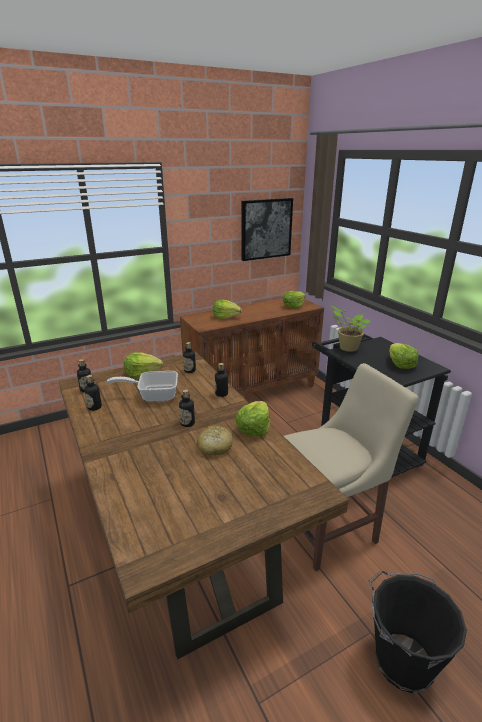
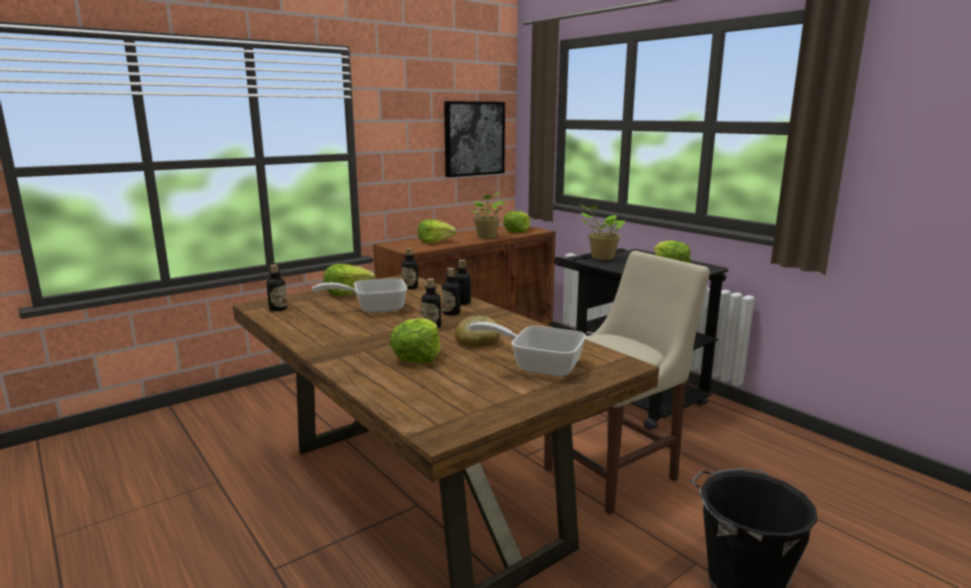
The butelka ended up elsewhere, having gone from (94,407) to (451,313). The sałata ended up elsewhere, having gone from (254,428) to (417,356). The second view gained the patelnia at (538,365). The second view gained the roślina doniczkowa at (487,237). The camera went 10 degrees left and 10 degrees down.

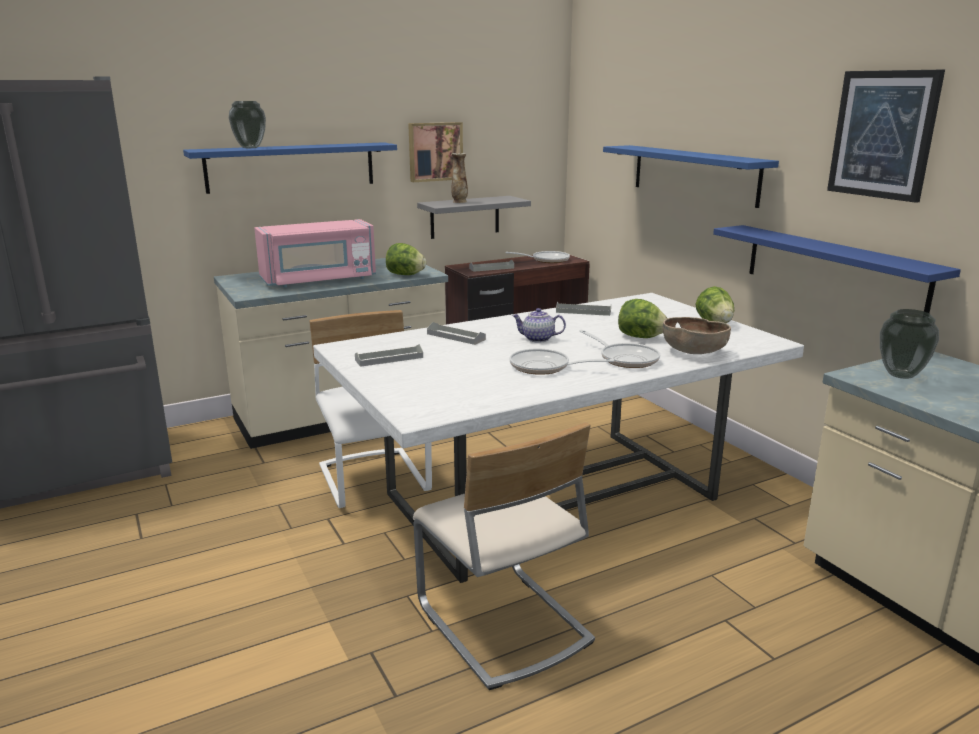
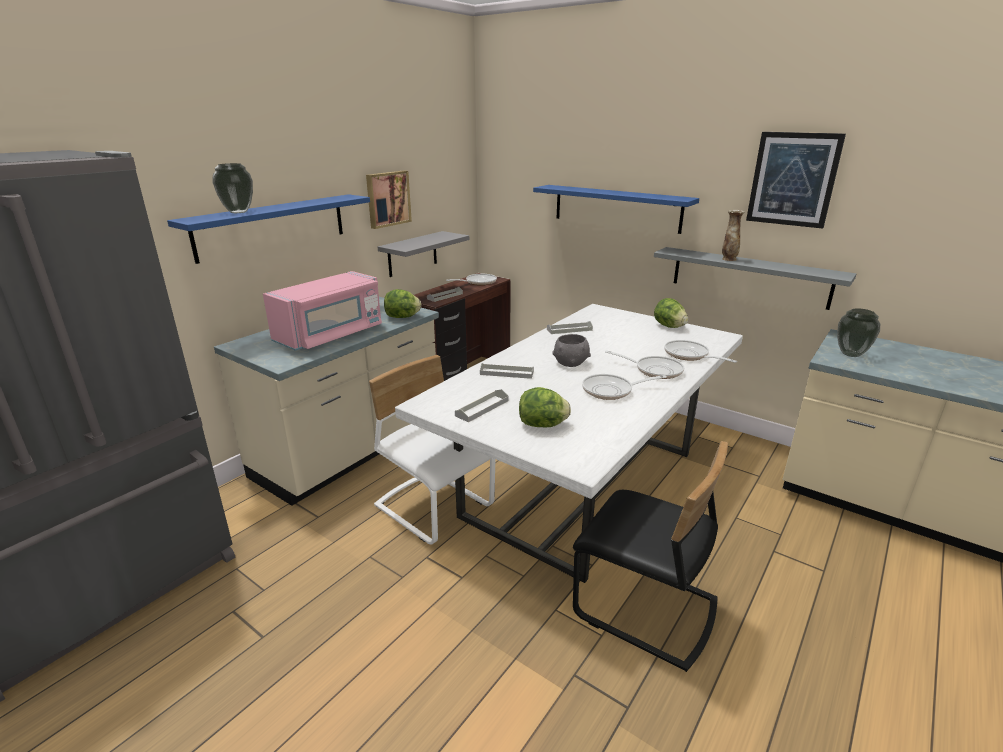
What was the krzesło [beżowy] at (502,624) turned into the krzesło [czarny] at (645,609). The wazon ended up elsewhere, having gone from (459,202) to (728,259). Where the imbryk stood at (537,339), the miska [szary] came to stand at (571,363). The sałata ended up elsewhere, having gone from (640,337) to (543,425). Where the miska [brązowy] stood at (693,352), the patelnia came to stand at (689,355). What was the półka [niebieski] at (833,269) turned into the półka [szary] at (749,277). The camera went 25 degrees left and 5 degrees up.

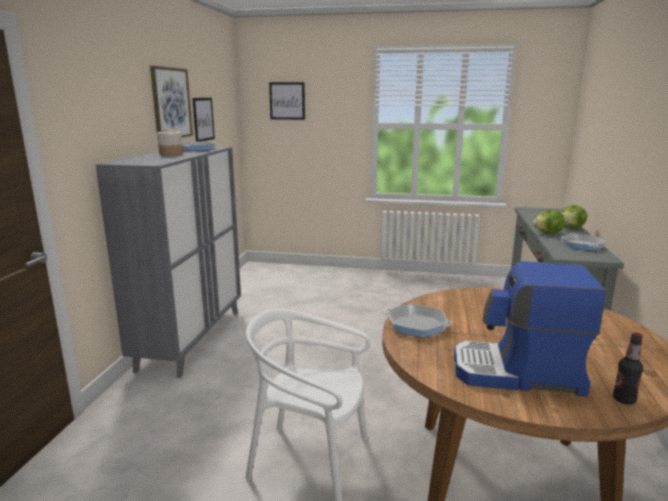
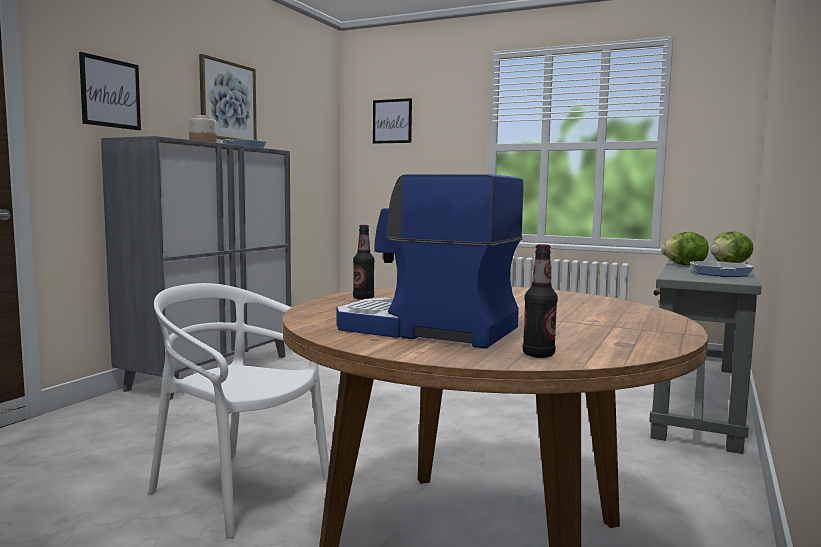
The obraz ended up elsewhere, having gone from (203,119) to (110,93). Where the patelnia stood at (417,325), the butelka came to stand at (363,298). The camera went 15 degrees right and 10 degrees down.

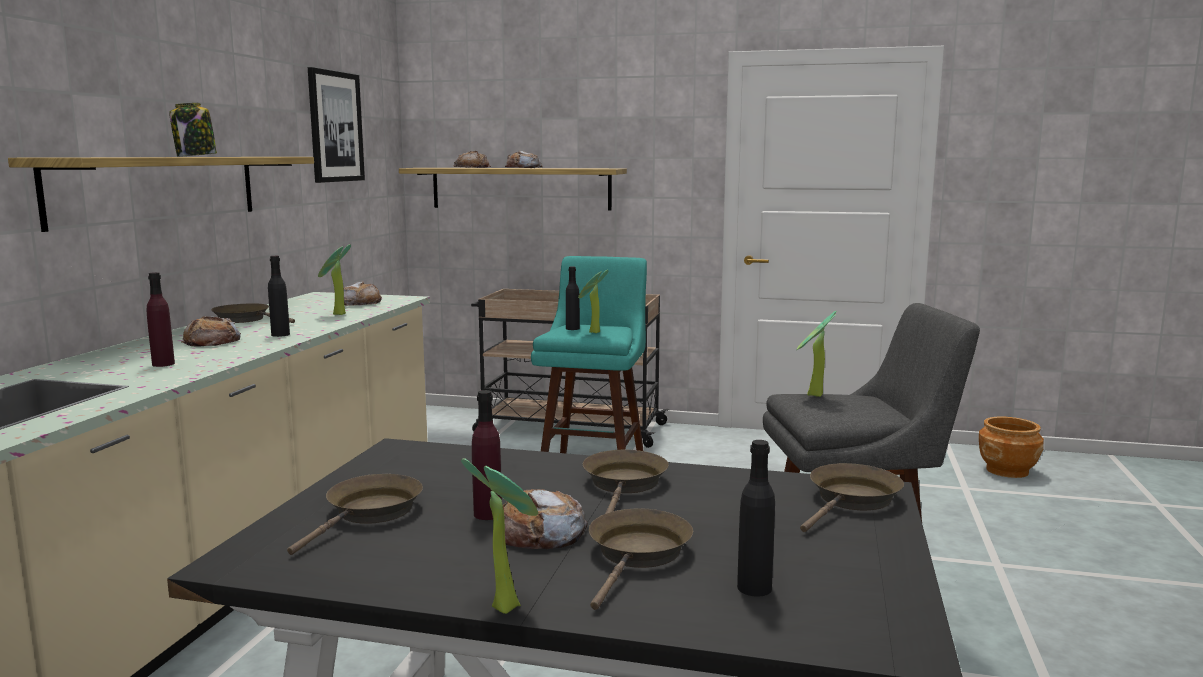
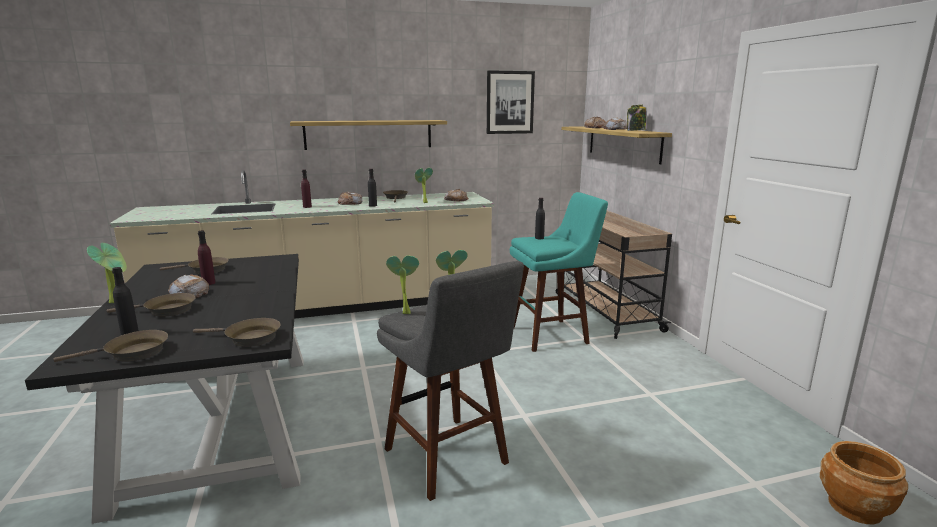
The słoik ended up elsewhere, having gone from (196,156) to (636,131). The roślina doniczkowa ended up elsewhere, having gone from (592,333) to (404,312). The patelnia [brązowy] ended up elsewhere, having gone from (625,485) to (132,353). The camera went 60 degrees right and 5 degrees up.

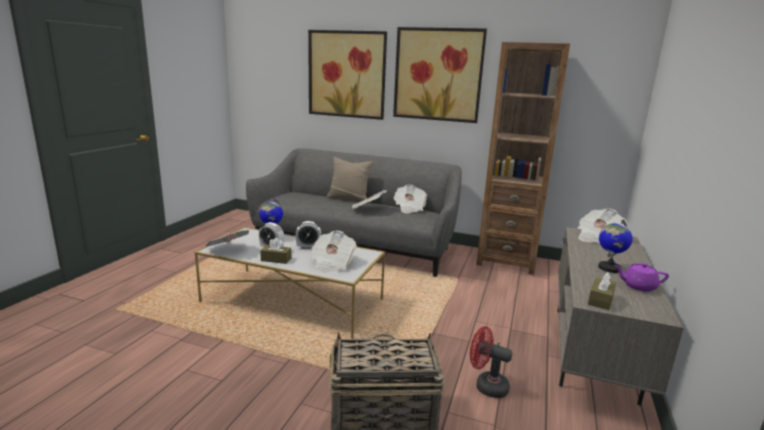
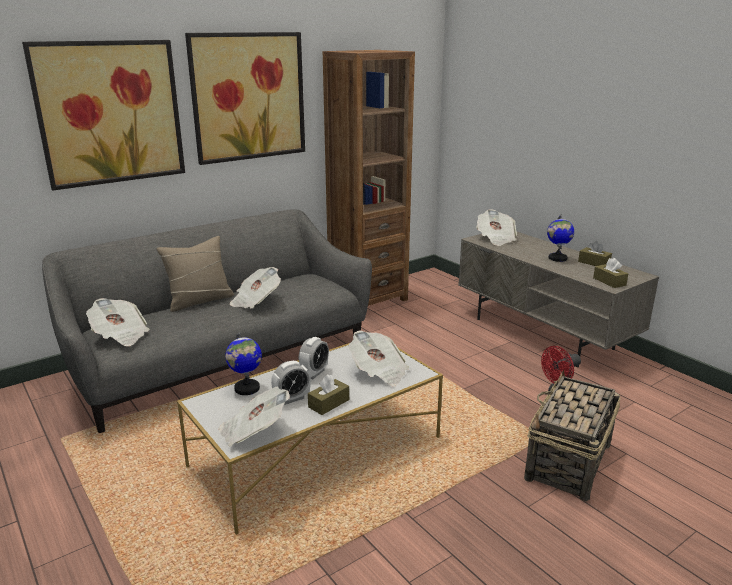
The gazeta ended up elsewhere, having gone from (409,208) to (120,335). Where the imbryk [fioletowy] stood at (638,286), the pudełko chusteczek [brązowy] came to stand at (594,263). The camera went 55 degrees left and 5 degrees up.

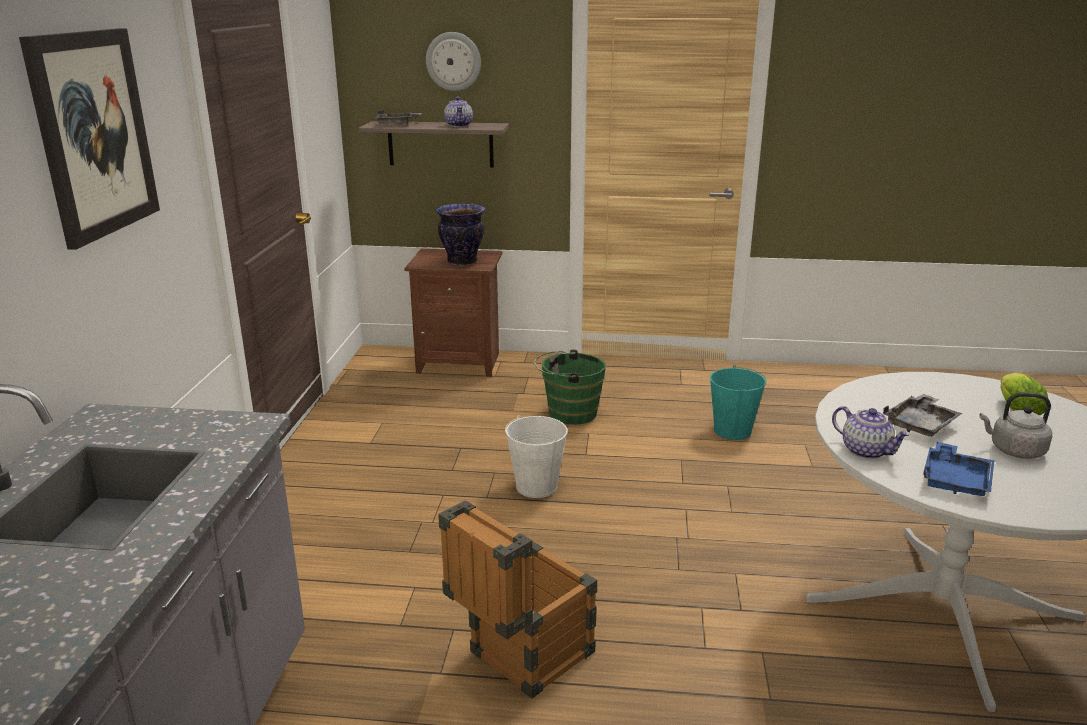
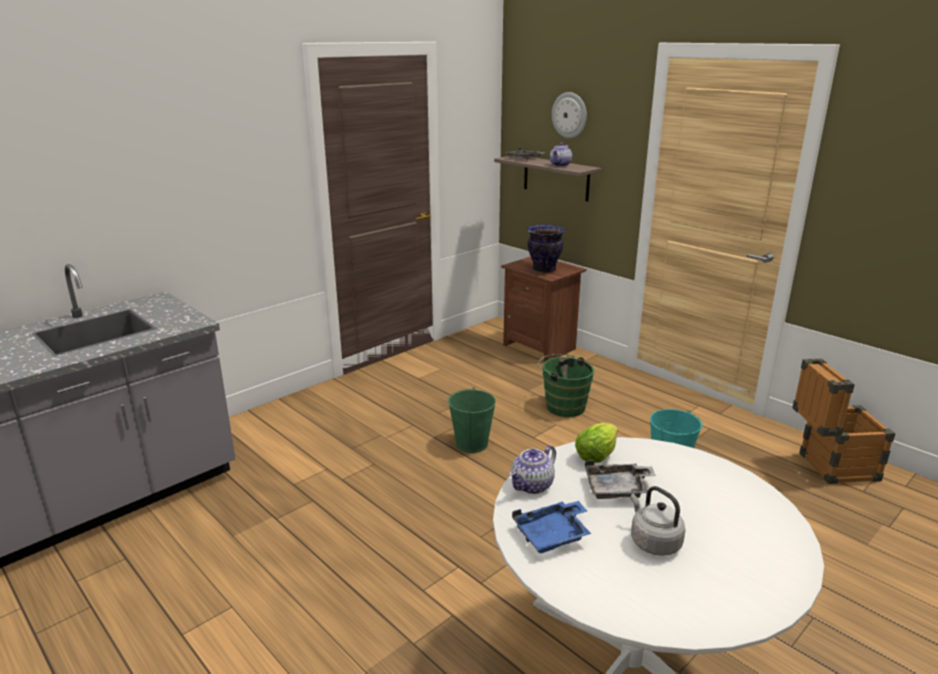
The second view lost the obraz at (94,134). The skrzynka ended up elsewhere, having gone from (520,659) to (829,467). What was the wiadro [biały] at (537,486) turned into the wiadro [zielony] at (472,444). The imbryk at (866,451) ended up facing another way, 45 degrees clockwise from before. The sałata ended up elsewhere, having gone from (1015,409) to (598,454). The camera went 40 degrees right and 0 degrees up.

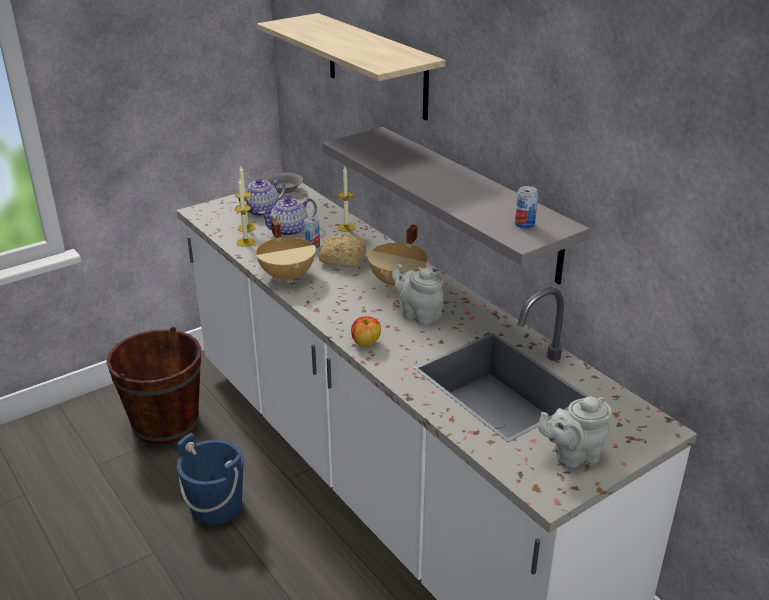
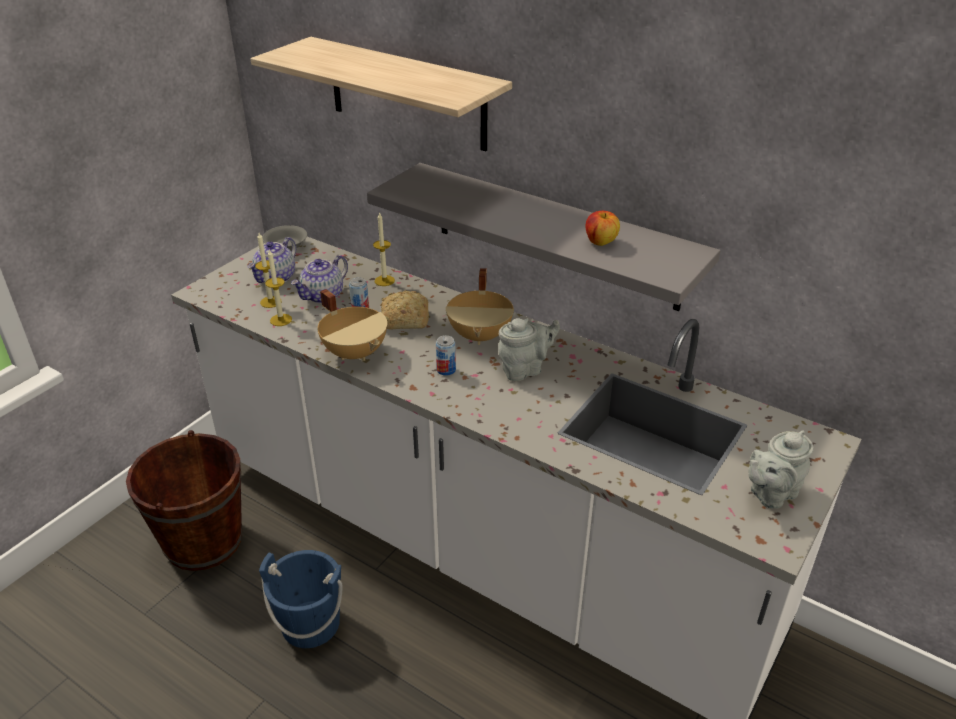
The jabłko ended up elsewhere, having gone from (366,342) to (600,242). The imbryk [szary] at (418,315) ended up facing another way, 135 degrees clockwise from before. The puszka ended up elsewhere, having gone from (524,224) to (446,370). The camera went 20 degrees left and 5 degrees up.

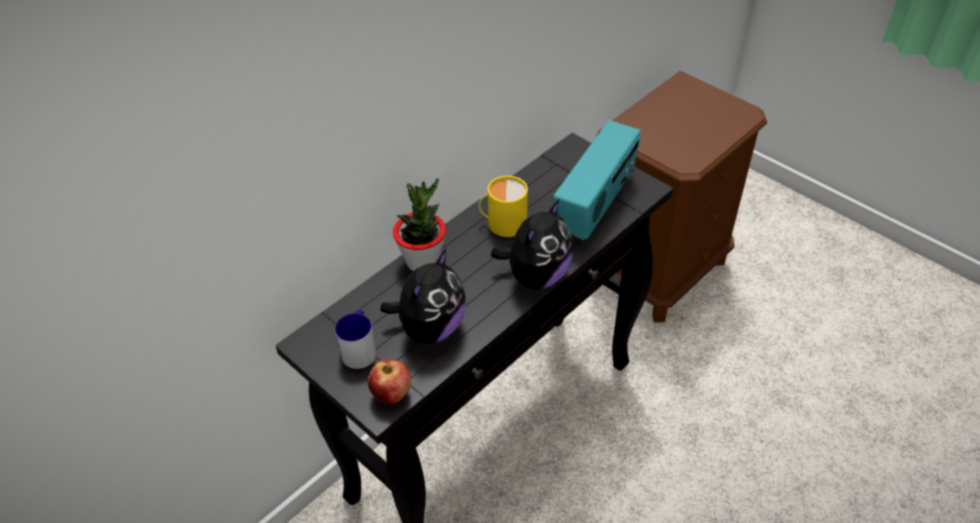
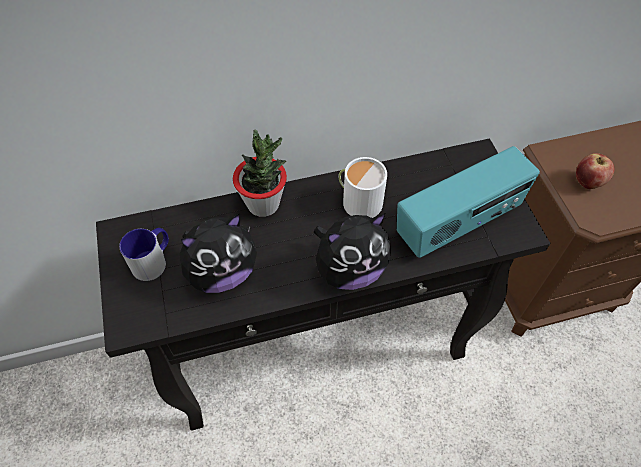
The jabłko ended up elsewhere, having gone from (392,394) to (587,182). What was the kubek [żółty] at (503,222) turned into the kubek [biały] at (359,200). The camera went 30 degrees right and 10 degrees up.

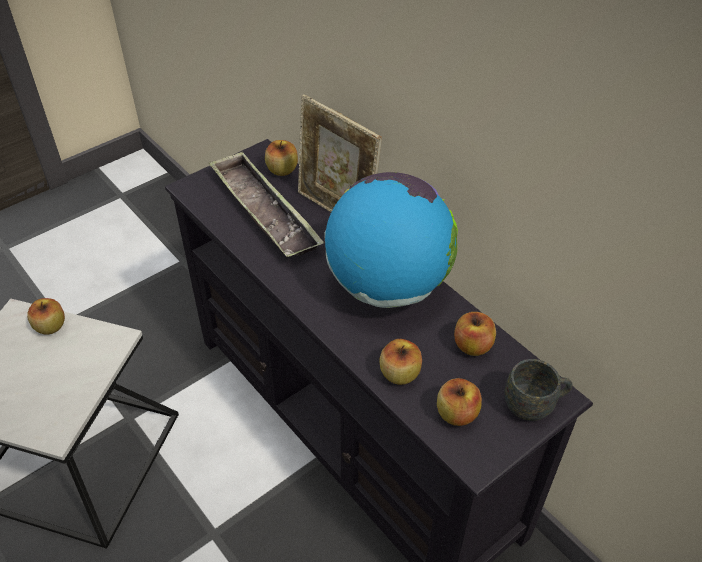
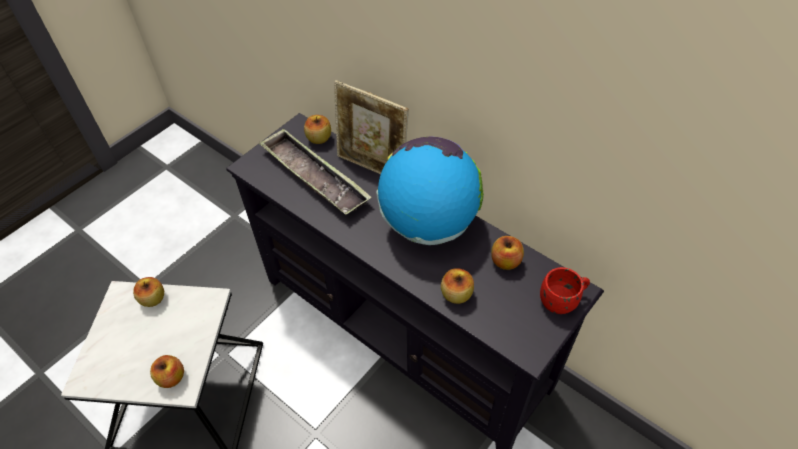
The jabłko ended up elsewhere, having gone from (456,414) to (171,377). What was the kubek [szary] at (534,405) turned into the kubek [czerwony] at (562,300). The camera went 10 degrees left and 5 degrees up.

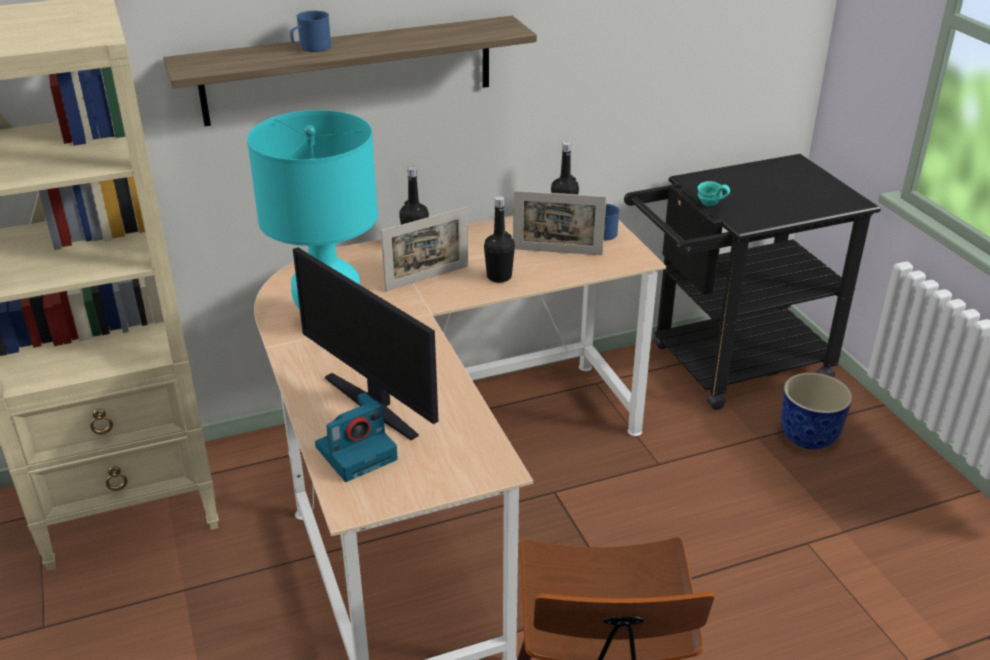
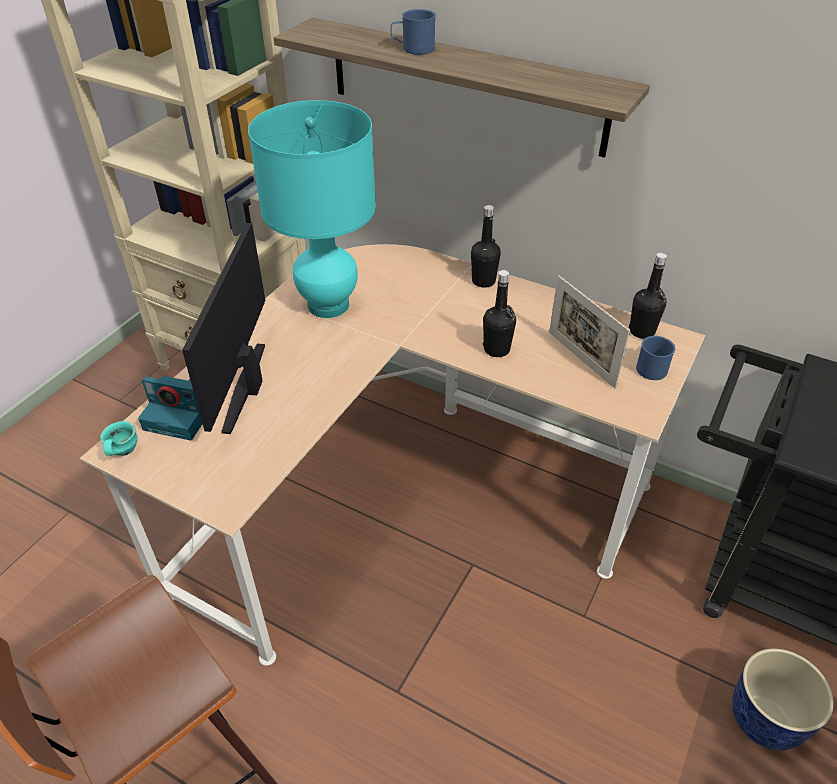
The second view lost the ramka na zdjęcie at (427,278). The kubek [turkusowy] ended up elsewhere, having gone from (710,206) to (121,453). The camera went 50 degrees right and 10 degrees up.

